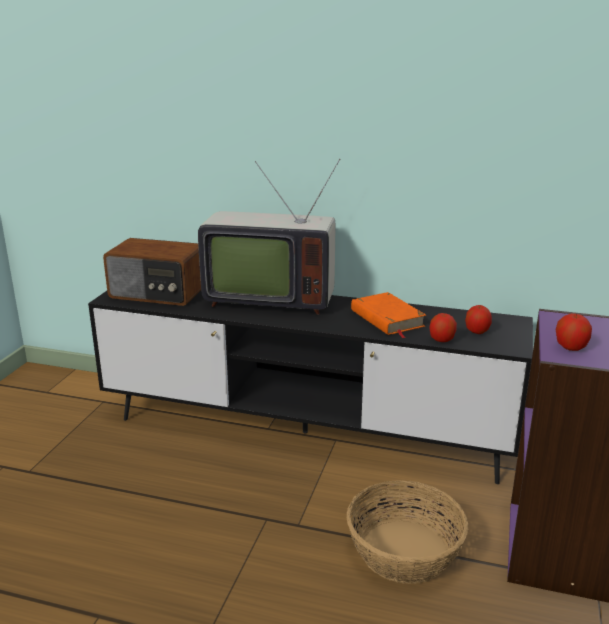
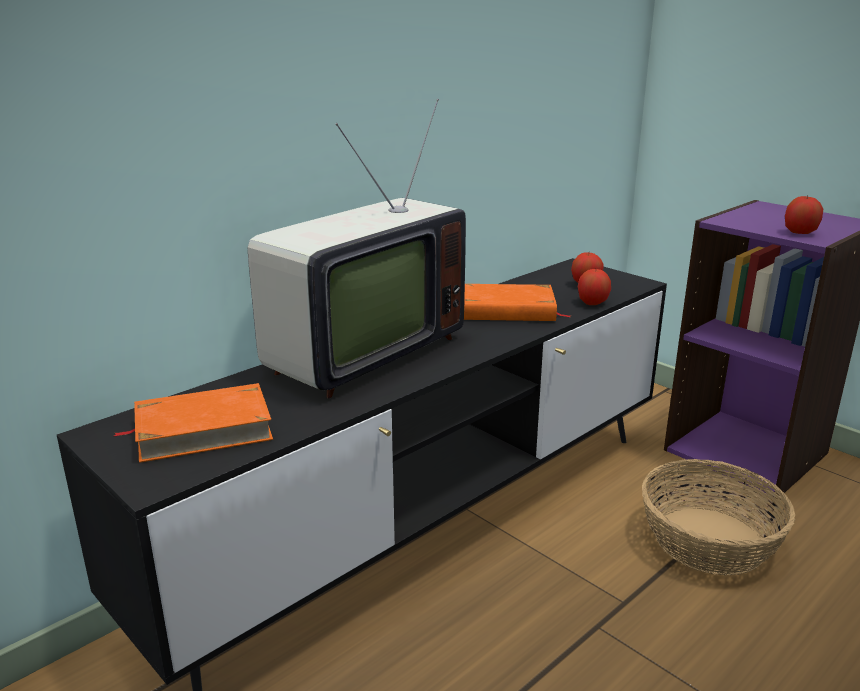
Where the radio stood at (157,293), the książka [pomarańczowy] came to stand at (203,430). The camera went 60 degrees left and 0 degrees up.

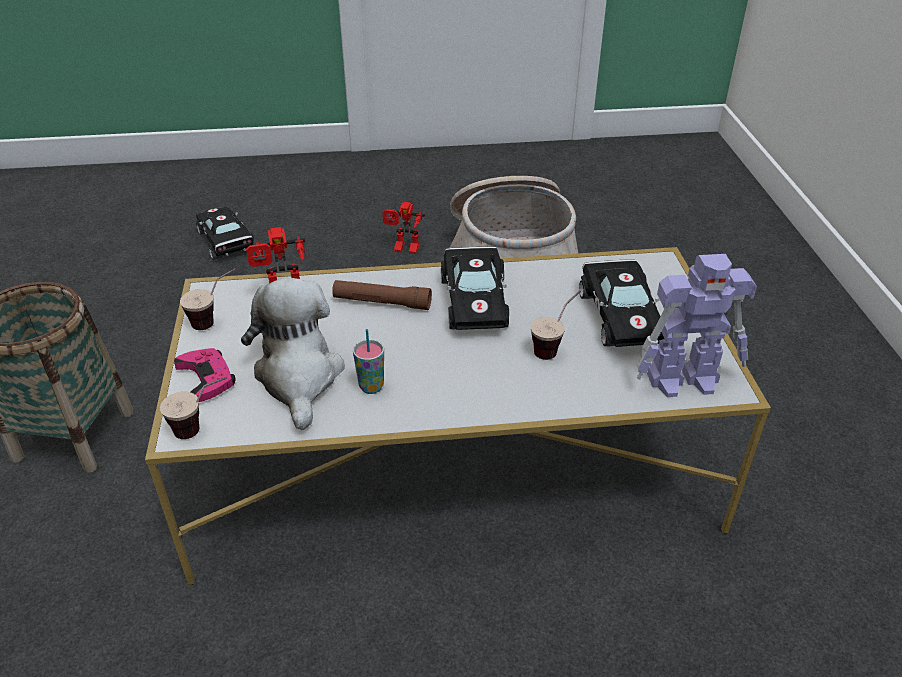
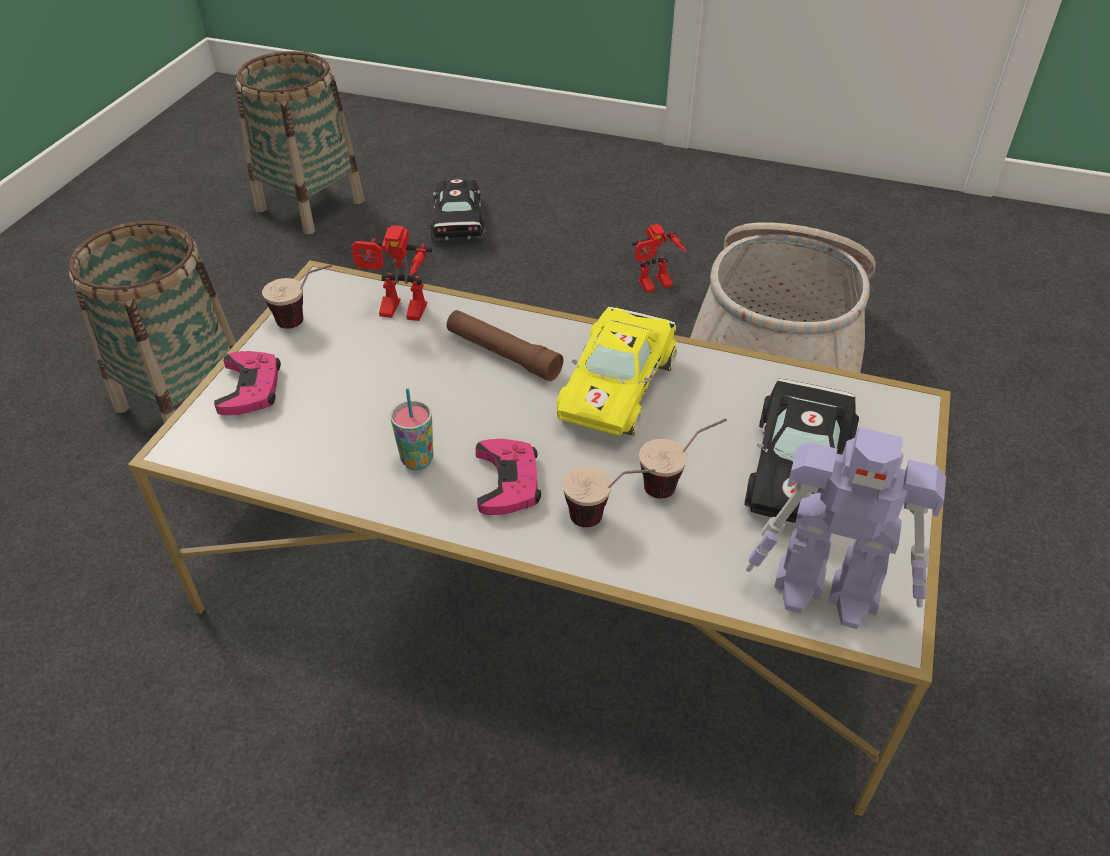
The filiżanka ended up elsewhere, having gone from (202,428) to (605,519). The second view lost the pluszak at (299,377). The robot zabawkowy at (404,250) ended up facing another way, 60 degrees counterclockwise from before. What was the samochodzik [czarny] at (474,300) turned into the samochodzik [żółty] at (617,385). The second view gained the koszyk at (310,205). The second view gained the pad do gier [różowy] at (508,481). The camera went 25 degrees right and 5 degrees up.

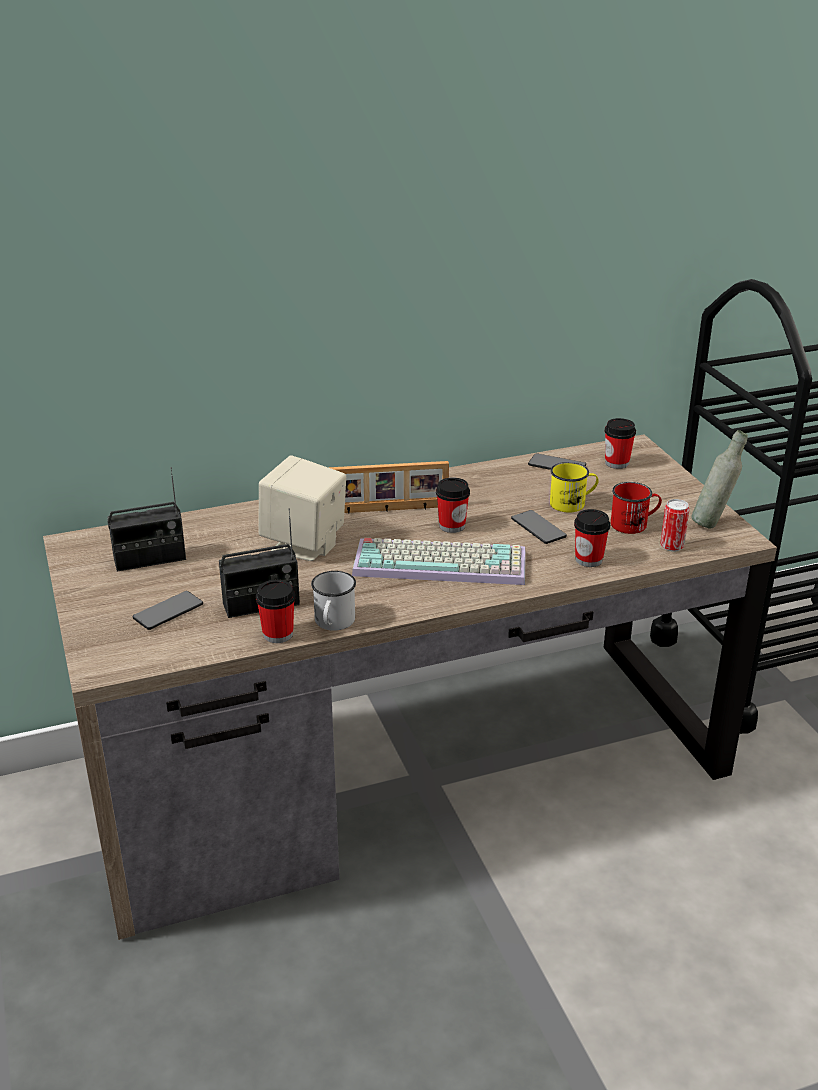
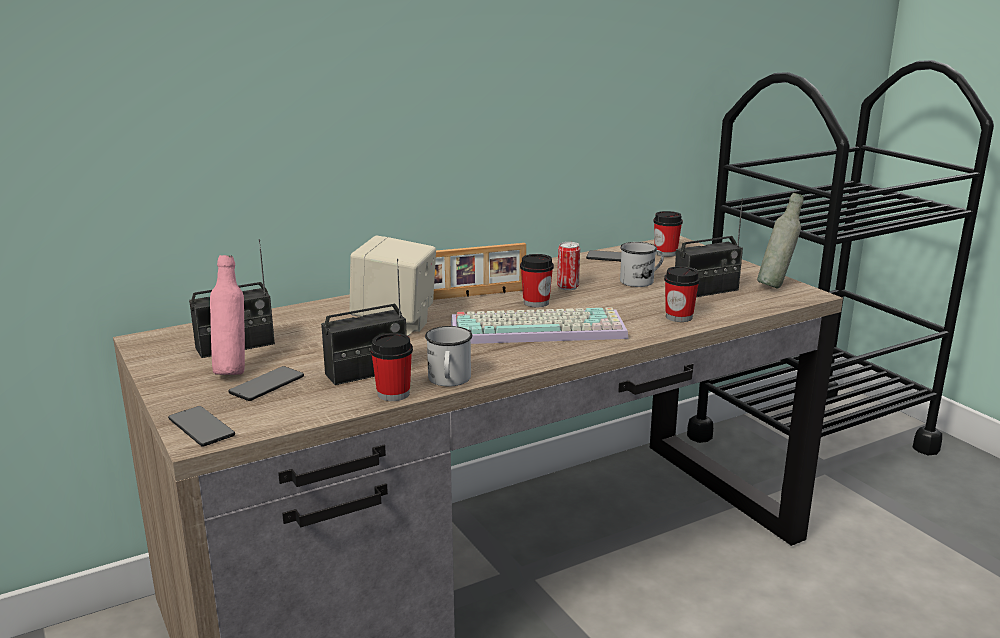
The telefon ended up elsewhere, having gone from (538,528) to (201,427). What was the kubek [żółty] at (572,503) turned into the kubek [biały] at (641,281). Where the kubek [czerwony] stood at (634,524), the radio came to stand at (706,291). The puszka ended up elsewhere, having gone from (672,546) to (568,287). The second view gained the butelka [różowy] at (232,371). The camera went 10 degrees left and 10 degrees down.

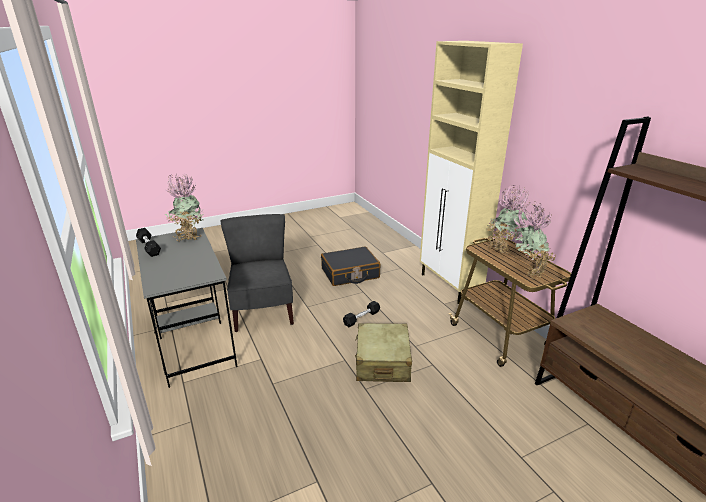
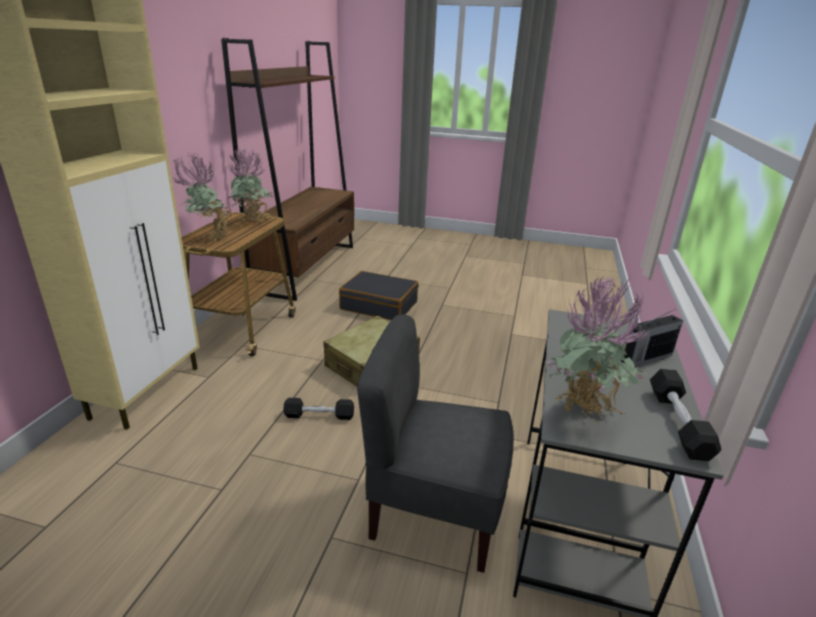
The krzesło [szary] at (263,312) ended up facing another way, 75 degrees clockwise from before. The walizka [czarny] ended up elsewhere, having gone from (350,273) to (379,305). The second view gained the radio at (644,358). The camera went 140 degrees left and 0 degrees up.

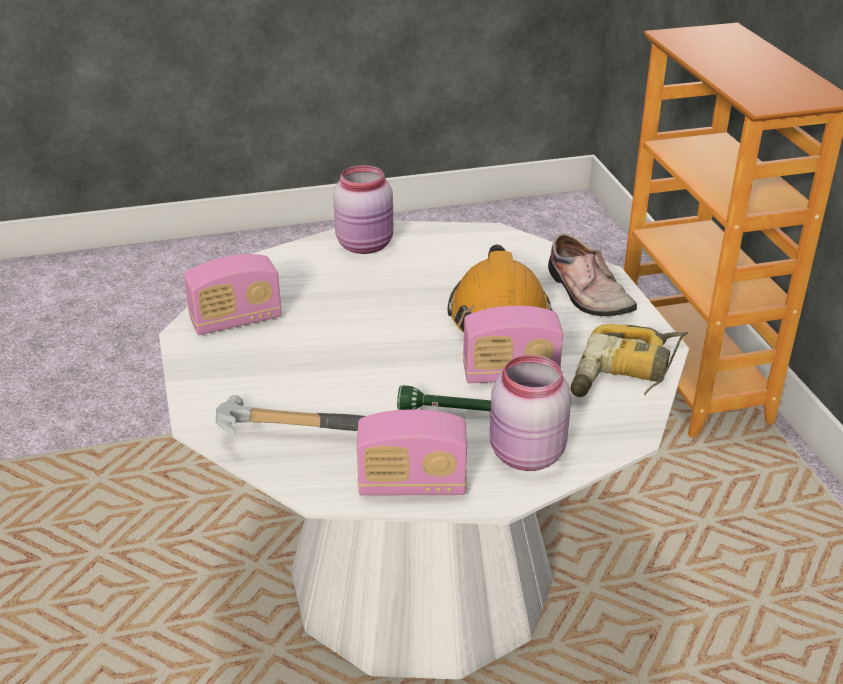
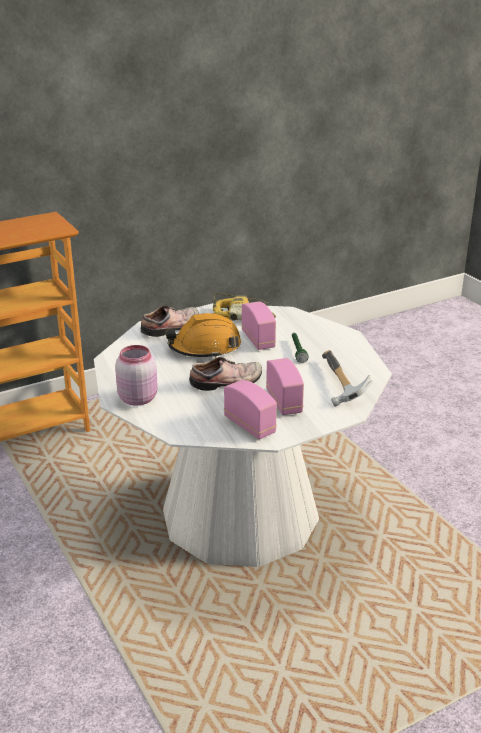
The radio ended up elsewhere, having gone from (412,485) to (284,402). The second view lost the słoik [różowy] at (524,455). The second view gained the but at (227,383). The camera went 105 degrees left and 5 degrees down.

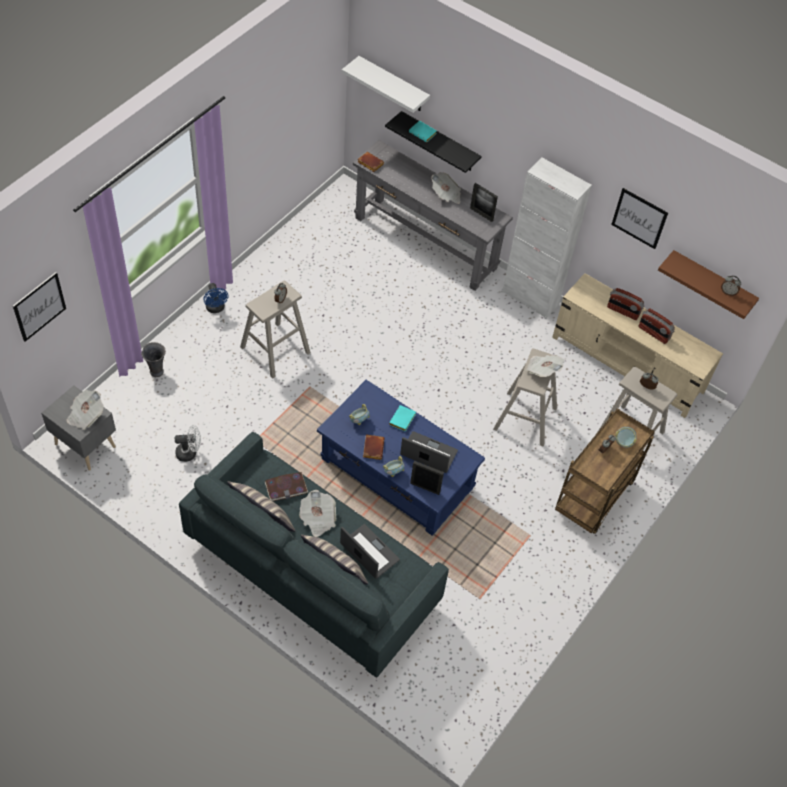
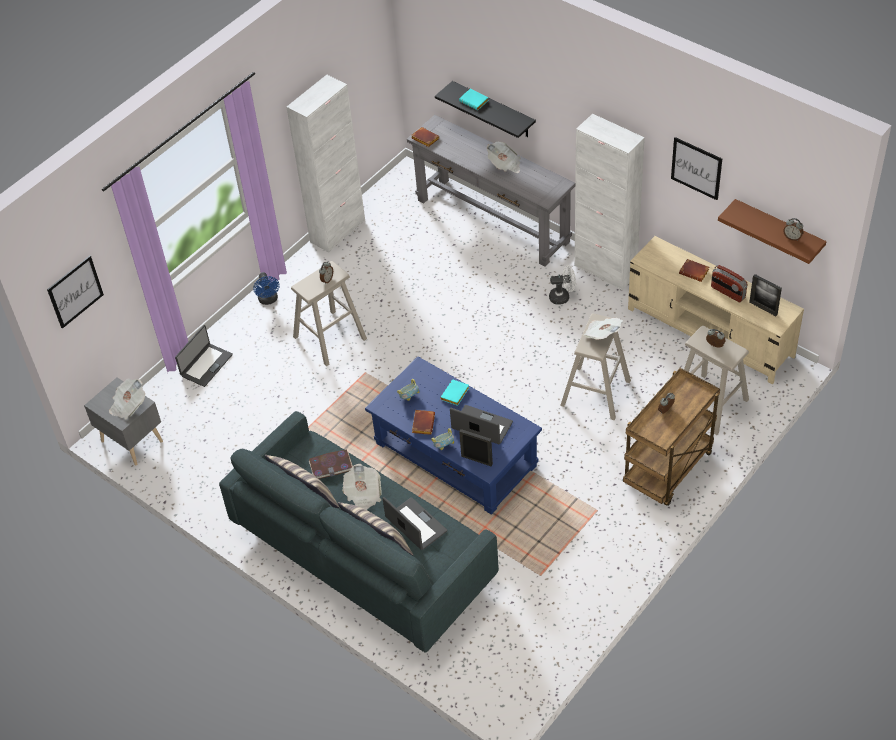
Where the wazon [szary] stood at (156,371), the laptop came to stand at (206,365). The wentylator [biały] ended up elsewhere, having gone from (189,453) to (562,297). The second view lost the półka [biały] at (393,85). The ramka na zdjęcie ended up elsewhere, having gone from (481,214) to (763,308). Where the radio stood at (623,311), the książka [brązowy] came to stand at (695,272). The second view lost the miska at (623,442). The second view gained the szafka [biały] at (338,231). The camera went 10 degrees right and 5 degrees down.

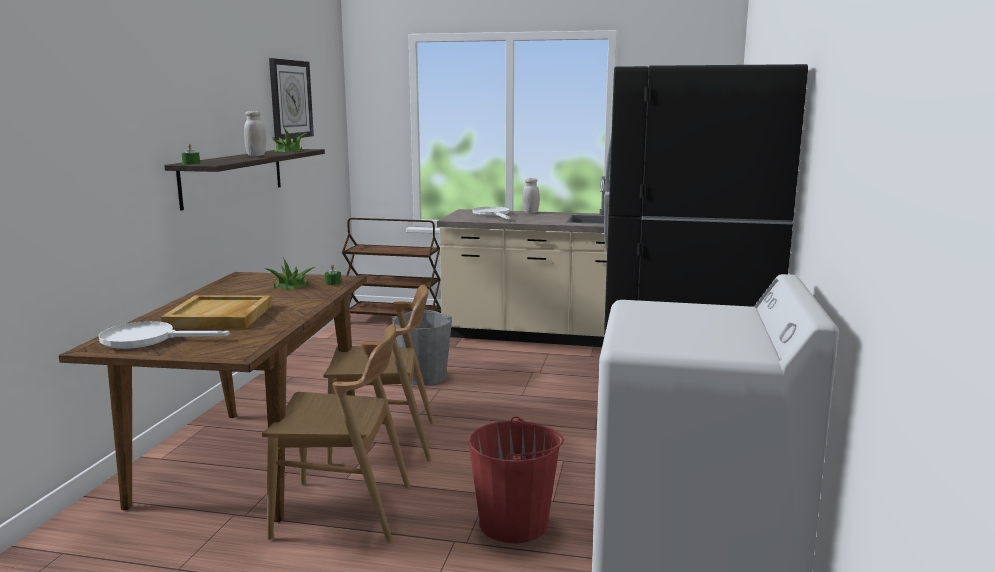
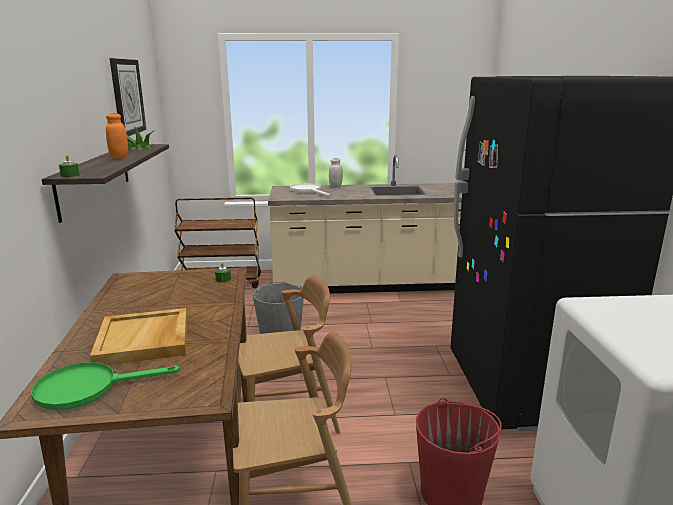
What was the patelnia [biały] at (148,339) turned into the patelnia [zielony] at (88,388). What was the słoik [biały] at (256,155) turned into the słoik [pomarańczowy] at (119,157). The second view lost the roślina doniczkowa at (291,285). The camera went 15 degrees left and 5 degrees up.

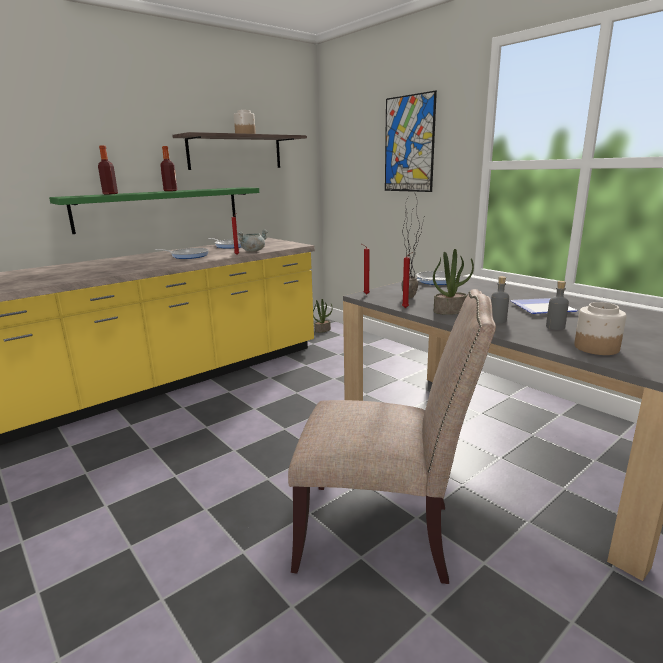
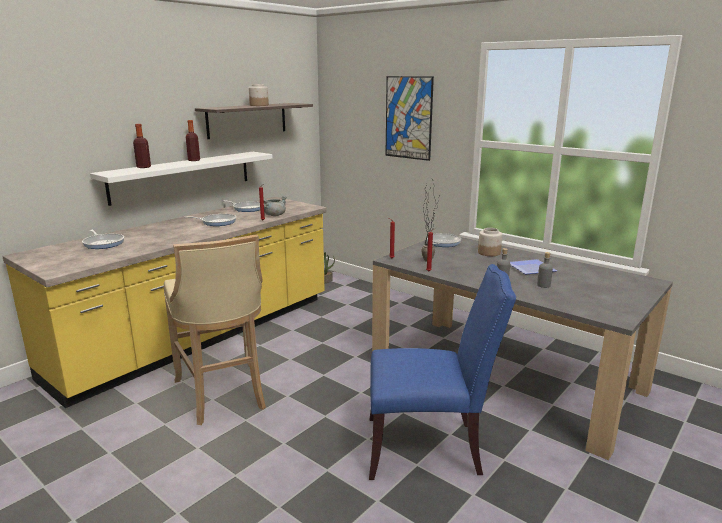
What was the półka [zielony] at (160,208) turned into the półka [biały] at (182,176). What was the krzesło [beżowy] at (383,533) turned into the krzesło [niebieski] at (428,447). The second view lost the roślina doniczkowa at (450,311). The słoik ended up elsewhere, having gone from (595,348) to (488,253). The second view gained the patelnia at (103,243). The second view gained the stołek [beżowy] at (223,395). The camera went 10 degrees left and 0 degrees up.

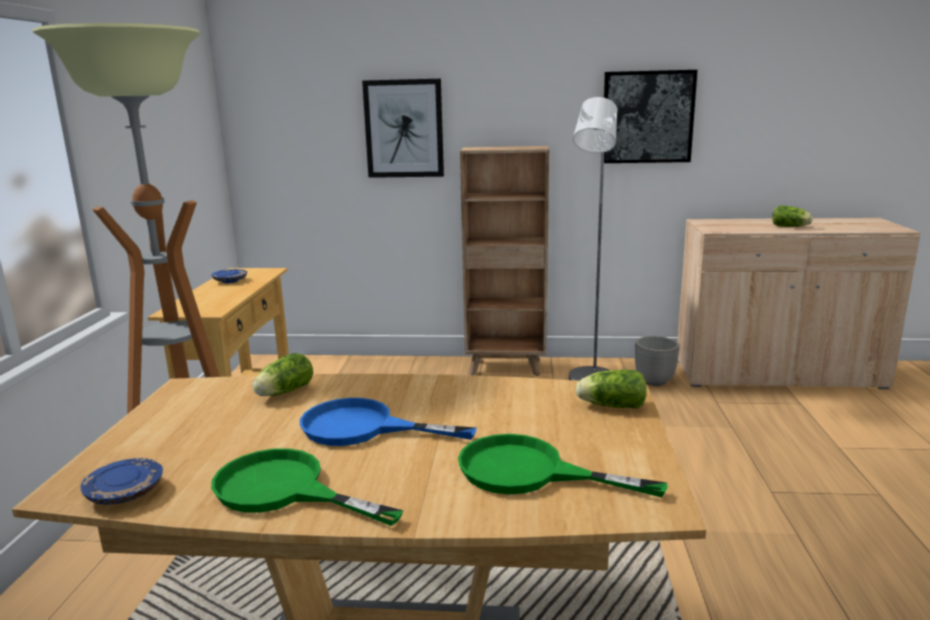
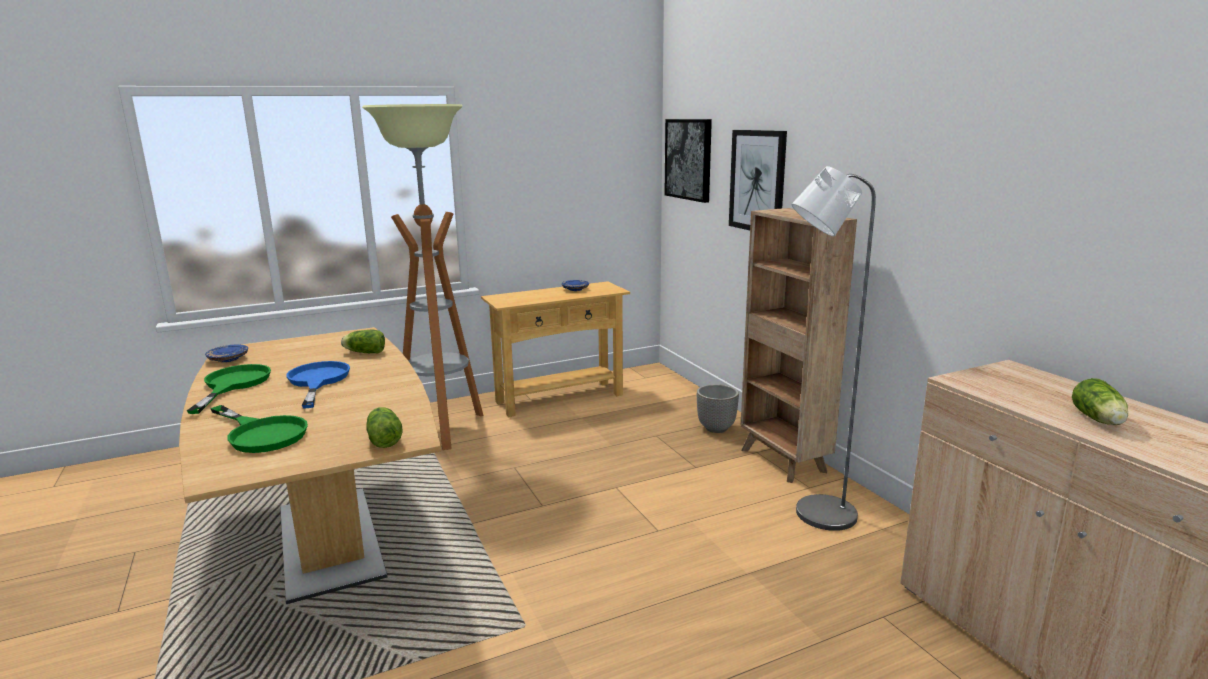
The patelnia [zielony] at (529,472) ended up facing another way, 135 degrees clockwise from before. The obraz ended up elsewhere, having gone from (647,117) to (689,159). The donica ended up elsewhere, having gone from (654,381) to (715,428). The camera went 60 degrees right and 0 degrees up.

